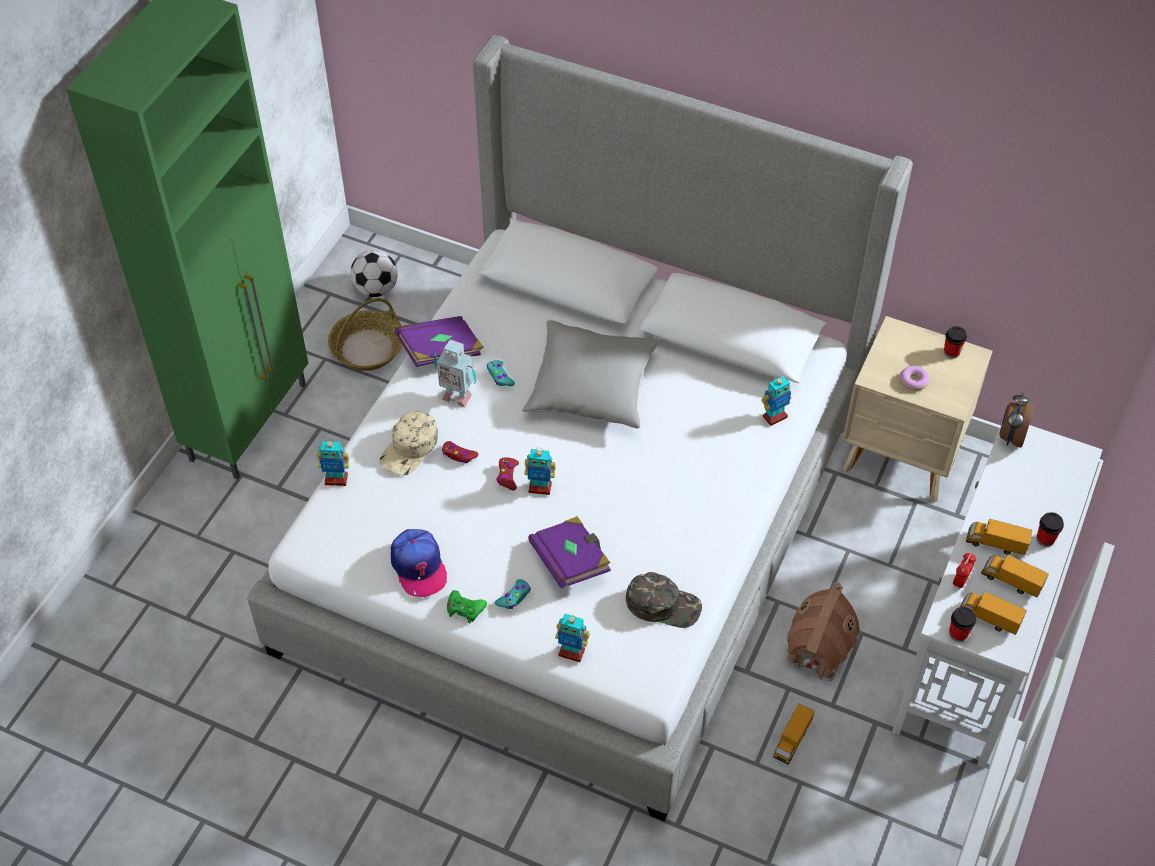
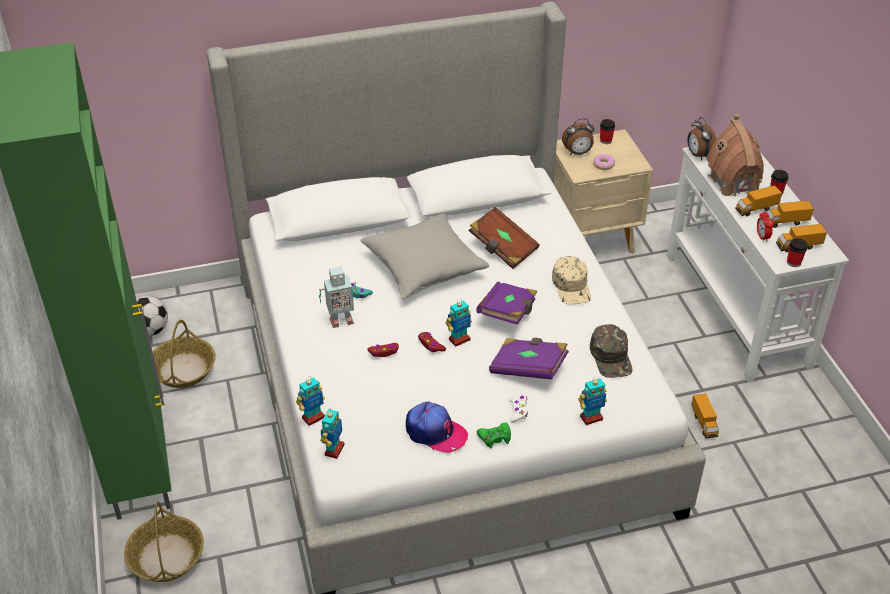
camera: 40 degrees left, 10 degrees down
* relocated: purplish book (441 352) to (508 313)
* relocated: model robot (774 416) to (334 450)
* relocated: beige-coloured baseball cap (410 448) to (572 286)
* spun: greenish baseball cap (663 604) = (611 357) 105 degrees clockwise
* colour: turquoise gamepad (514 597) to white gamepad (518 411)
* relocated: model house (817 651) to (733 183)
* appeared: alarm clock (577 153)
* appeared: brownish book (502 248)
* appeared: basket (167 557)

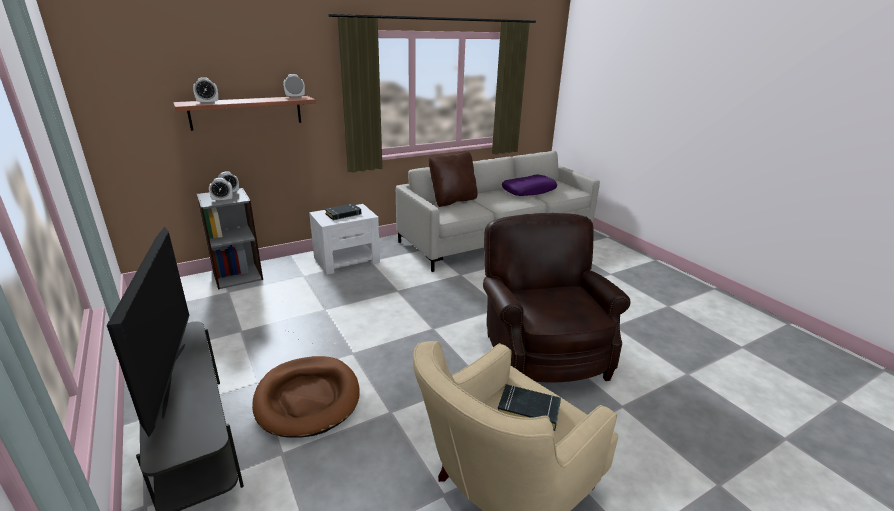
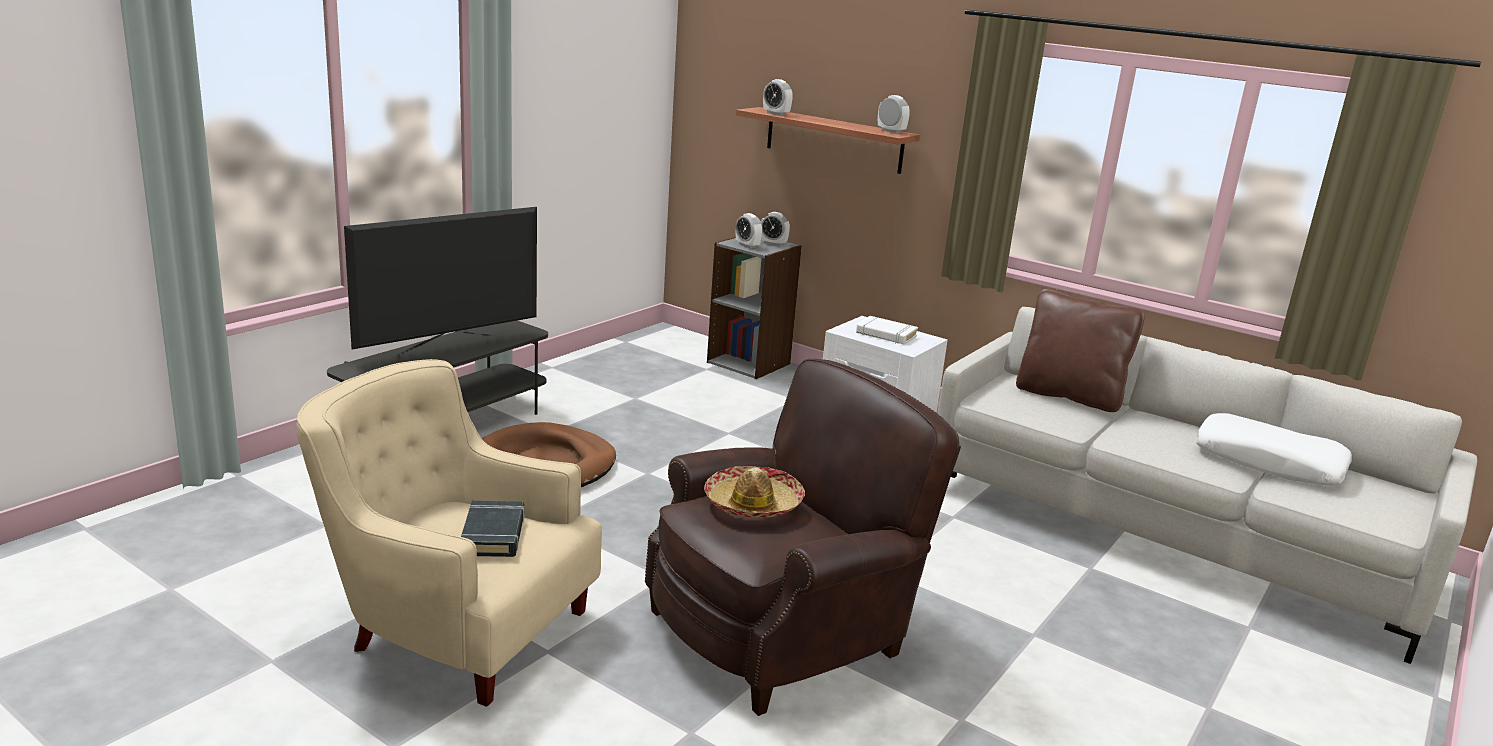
camera: 65 degrees right, 5 degrees down
* colour: purplish throw pillow (528 191) to white throw pillow (1268 462)
* colour: black book (343 214) to white book (886 335)
* appeared: hat (753 504)

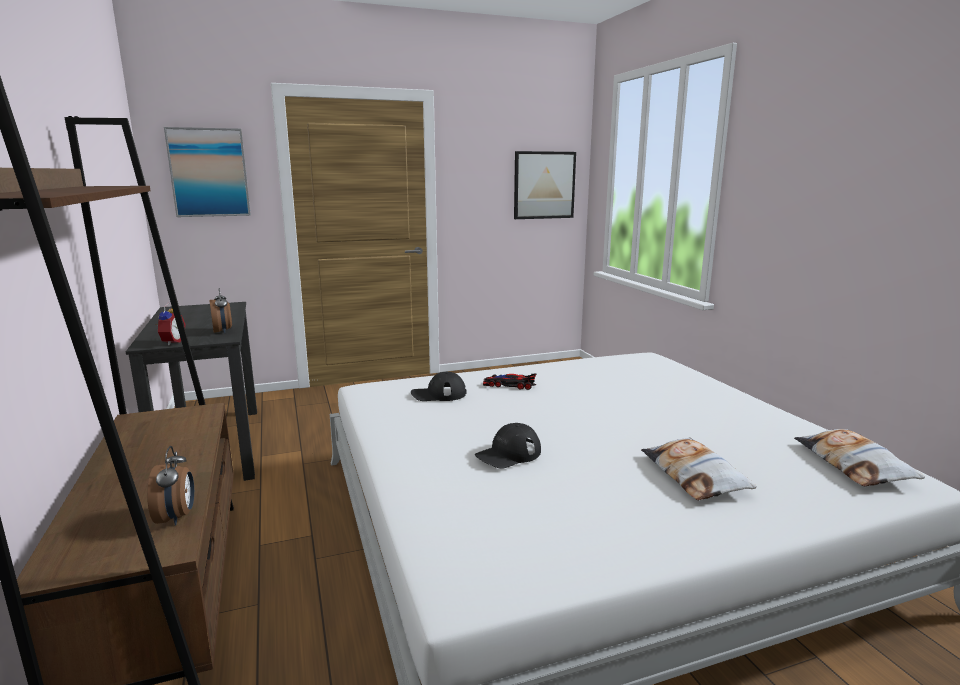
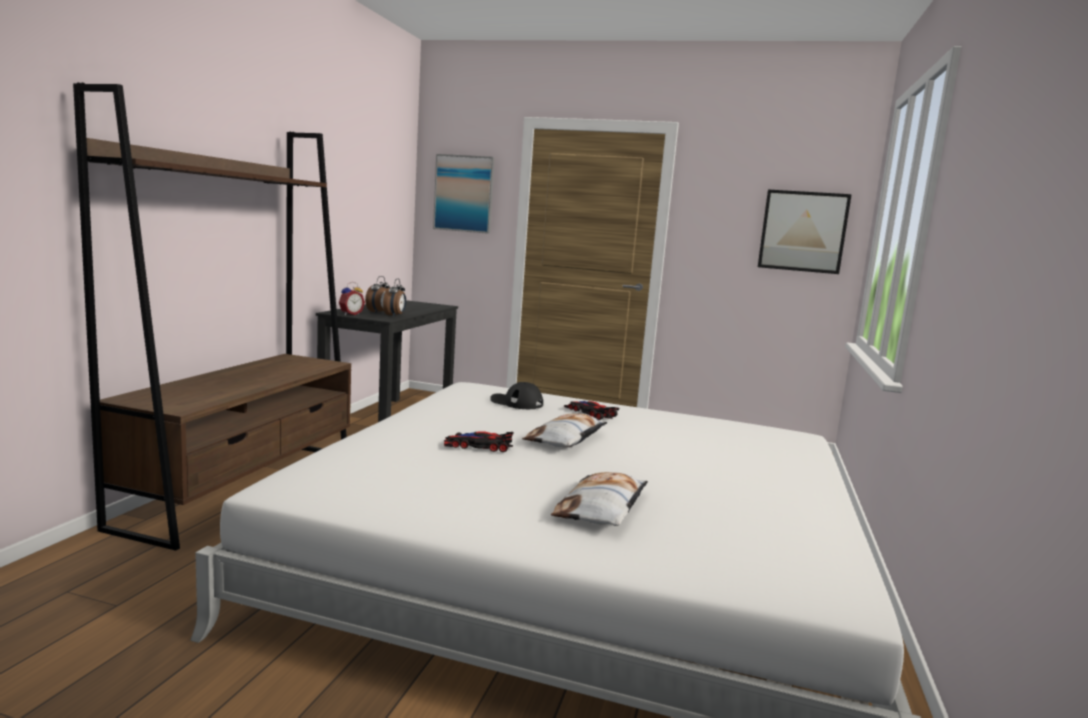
camera: 35 degrees right, 5 degrees down
* exchanged: black baseball cap (508 454) to model car (478 445)
* relocated: throw pillow (853 464) to (566 439)
* relocated: alarm clock (177 517) to (379 312)

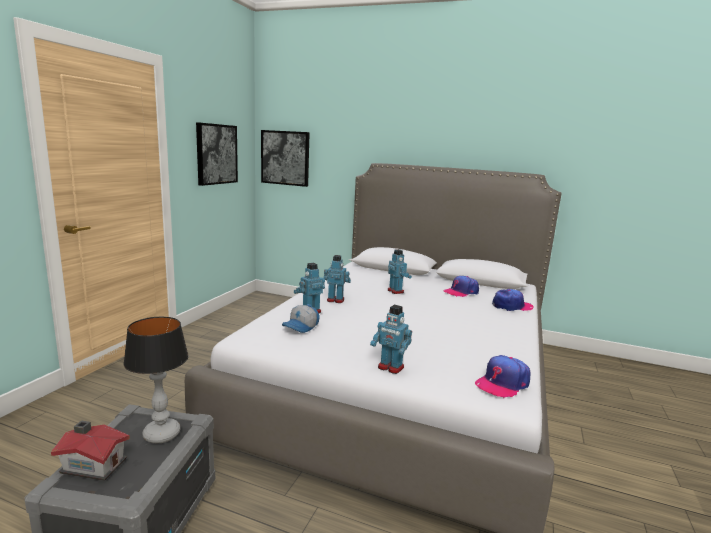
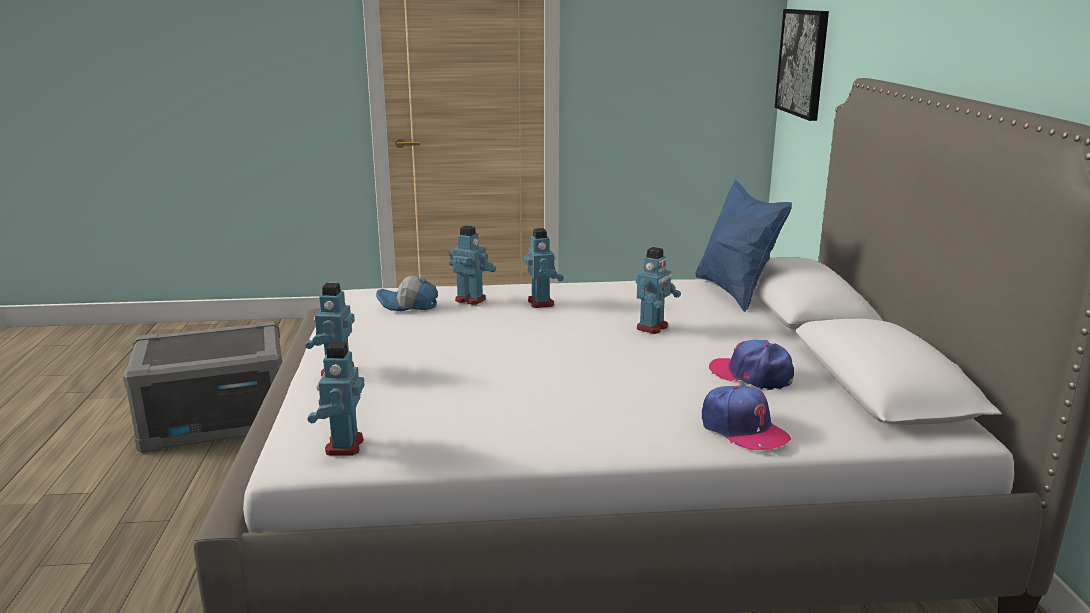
camera: 65 degrees right, 5 degrees up
* missing: wall picture (216 154)
* missing: tabletop lamp (161 433)
* exchanged: baseball cap (502 383) to model robot (343 446)
* missing: model house (93 464)
* appeared: blue throw pillow (735 292)

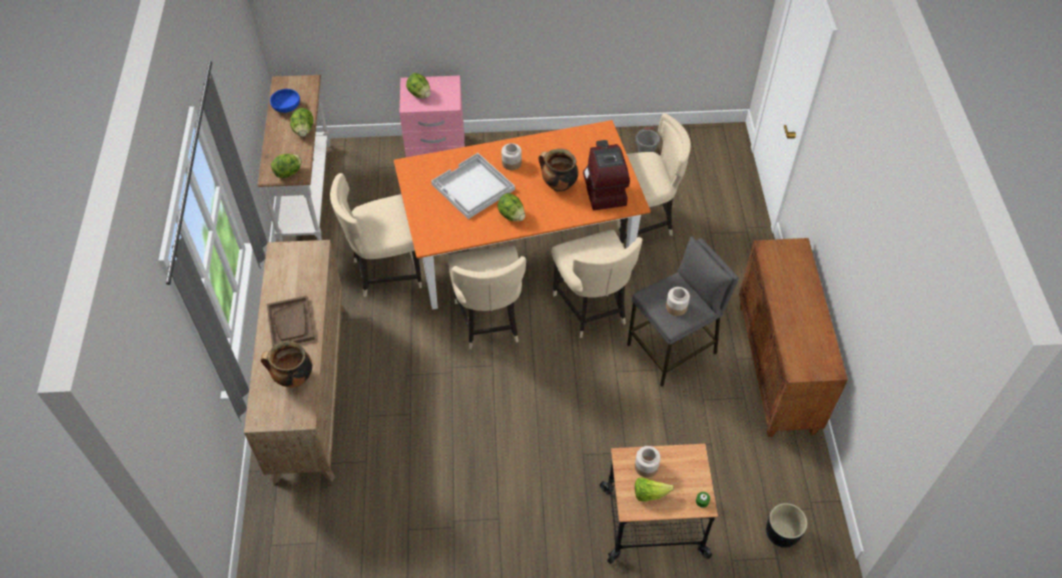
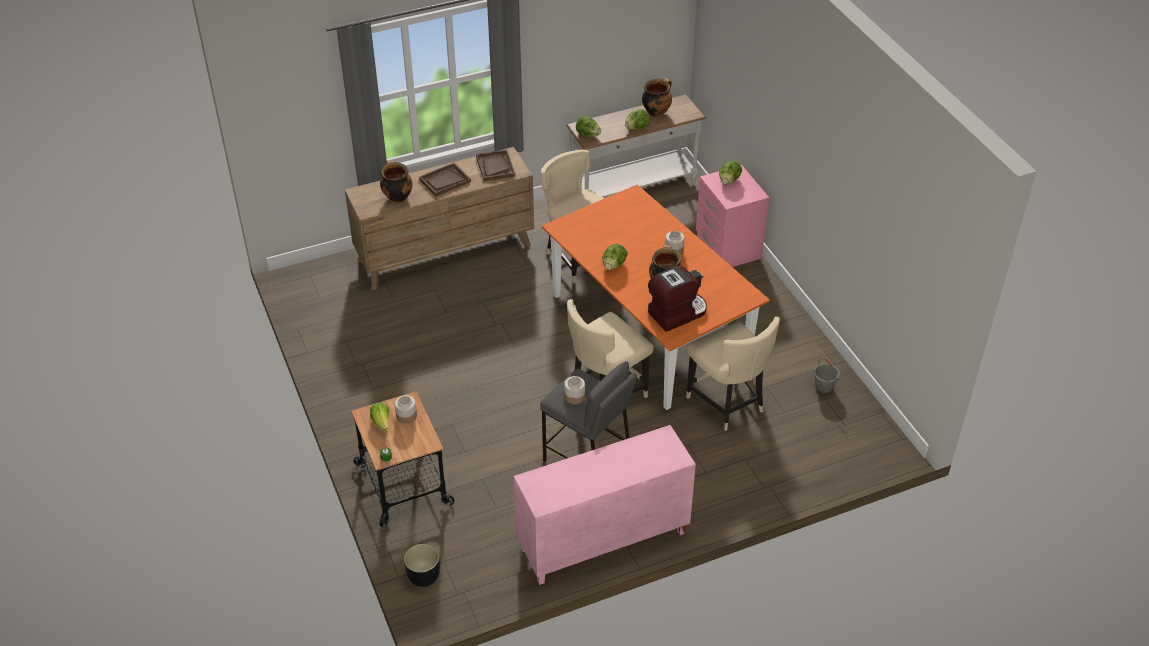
camera: 70 degrees right, 10 degrees down
* exchanged: blue serving bowl (286 107) to saucepot (656 112)
* missing: white tray (473 187)
* colour: brownish cabinet (777 368) to pink-coloured cabinet (602 542)
* missing: beige-coloured plain chair (489 322)
* appeared: brownish tray (495 166)

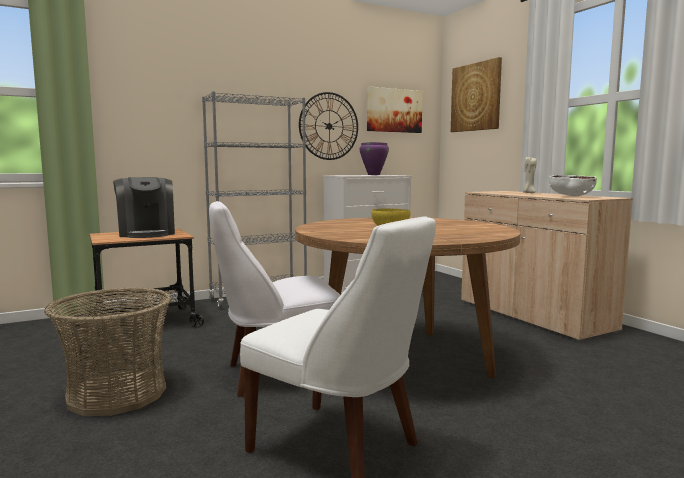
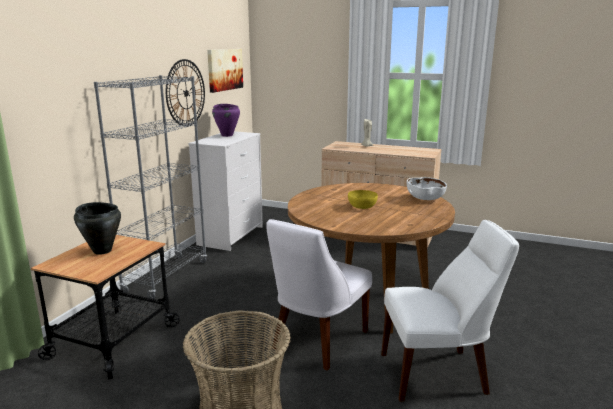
camera: 40 degrees left, 10 degrees up
* missing: wall picture (476 97)
* relocated: white serving bowl (571 196) to (425 199)
* exchanged: coffee machine (146 233) to black saucepot (102 251)

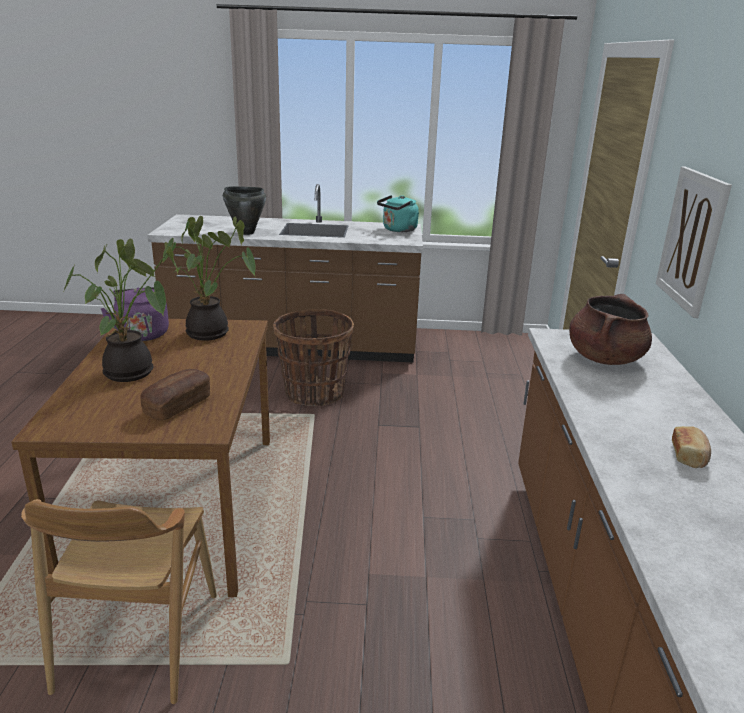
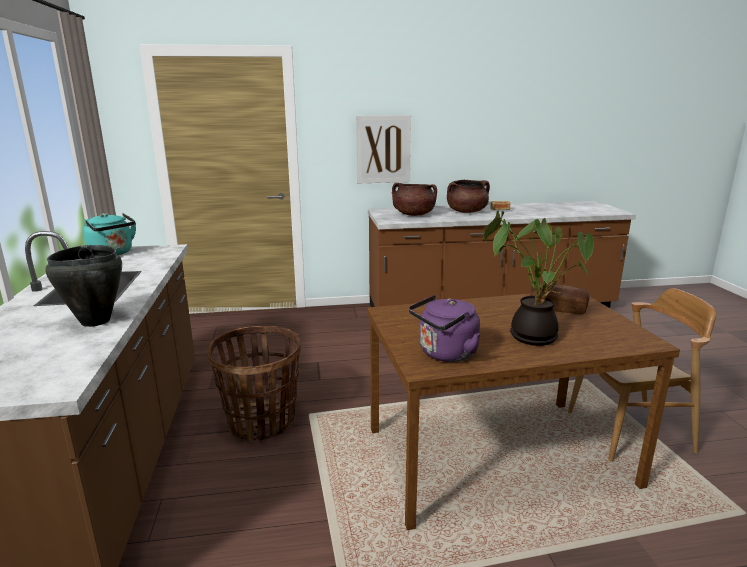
camera: 100 degrees left, 5 degrees down
* missing: plant in a pot (211 334)
* appeared: brownish saucepot (466 212)

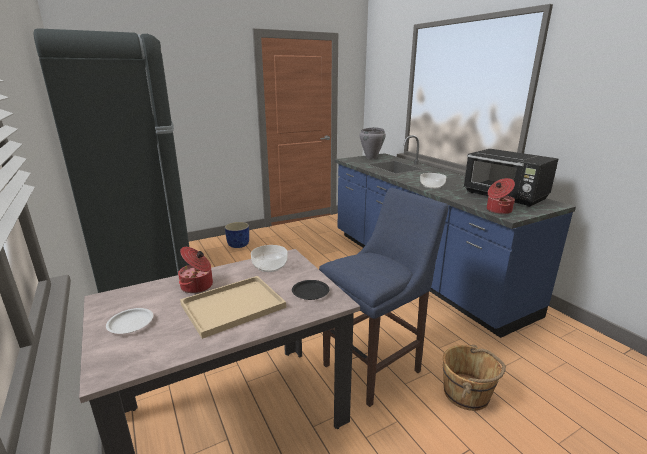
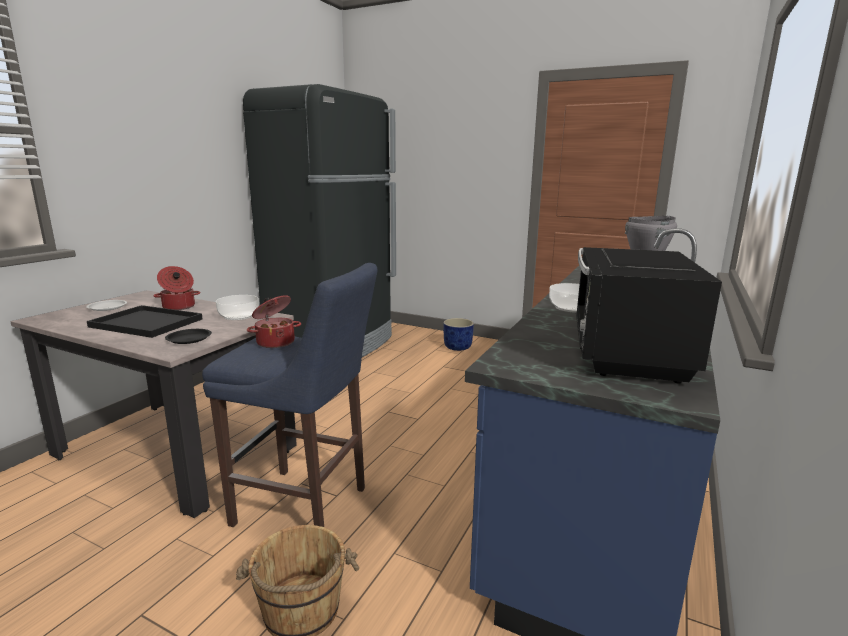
camera: 55 degrees right, 5 degrees down
* relocated: saucepot (498 210) to (275 342)
* colour: beige-coloured tray (231 307) to black tray (144 323)

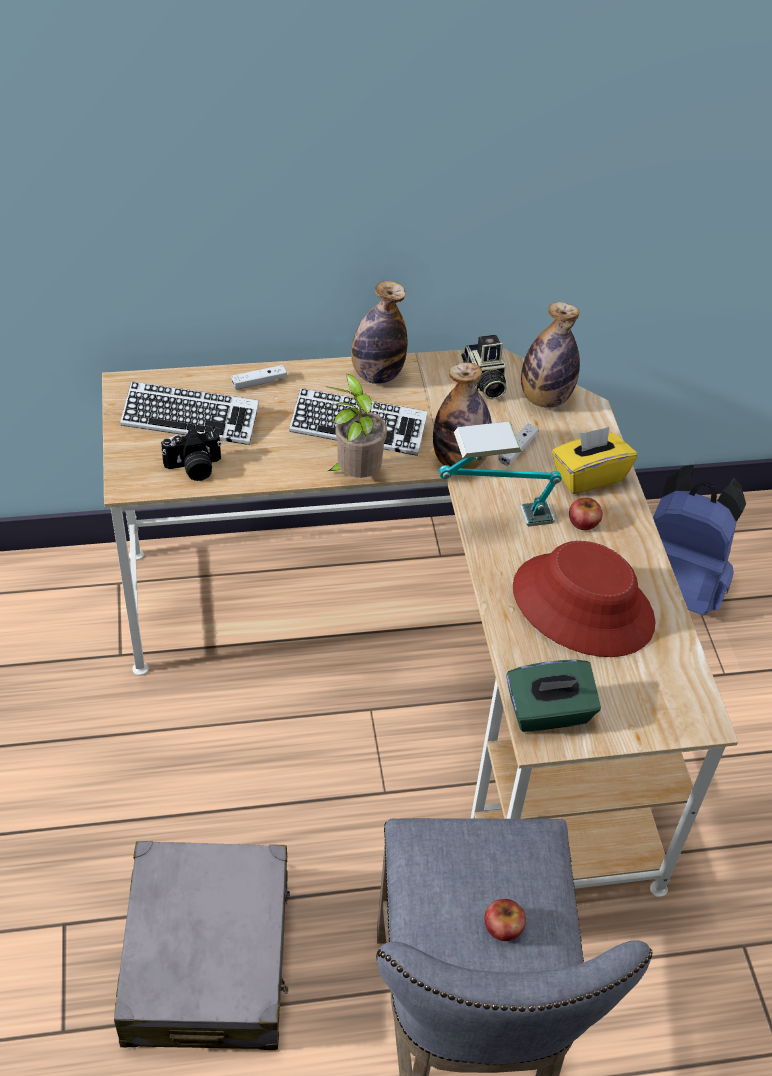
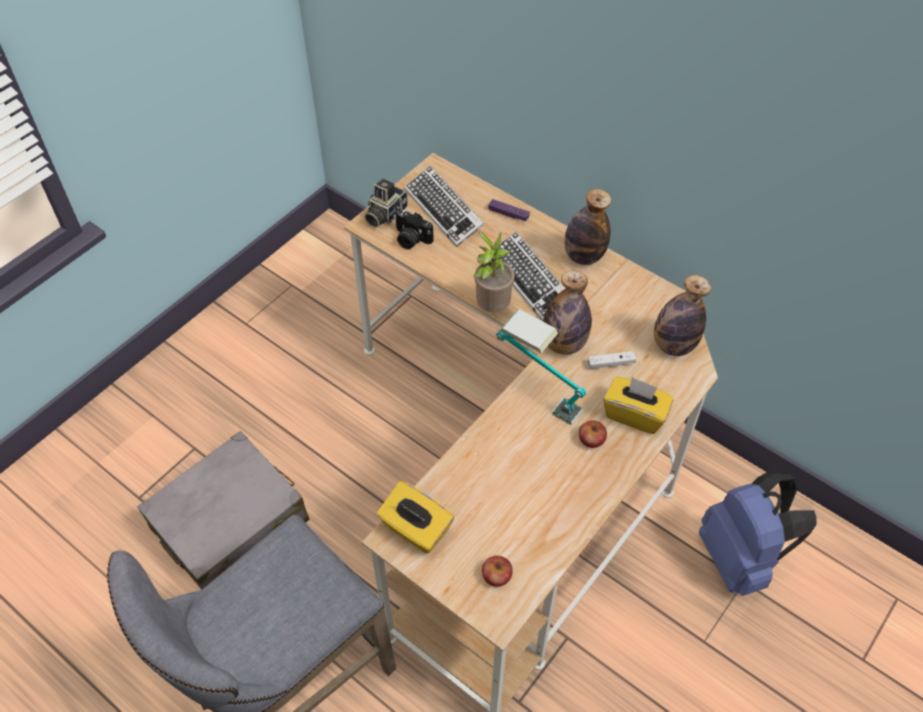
camera: 50 degrees right, 5 degrees up
* relocated: still camera (483 382) to (384 214)
* colour: white gamepad (259 382) to purplish gamepad (508 214)
* missing: red hat (583 605)
* colour: greenish tissue holder (548 713) to yellowish tissue holder (415 529)
* relocated: whole apple (503 926) to (496 575)

